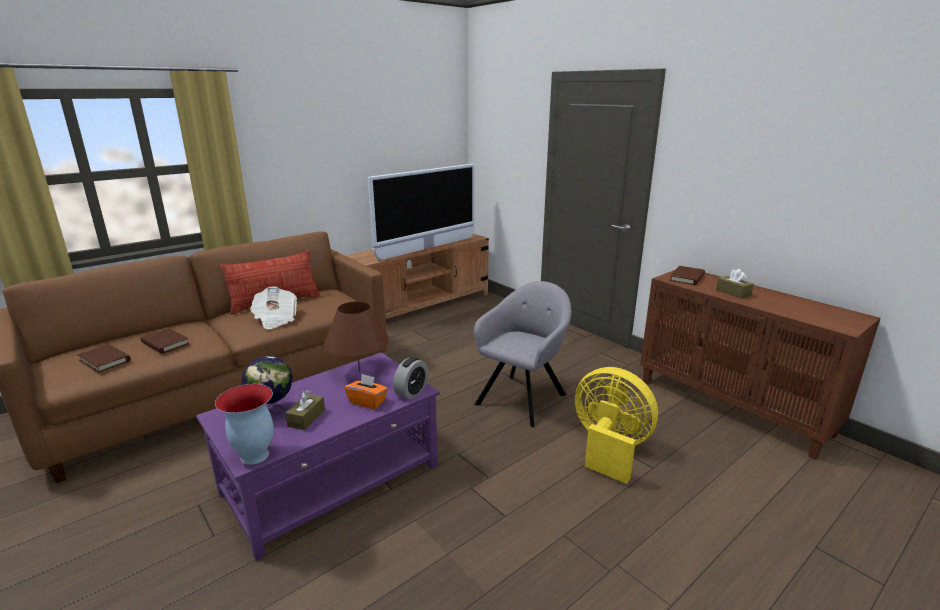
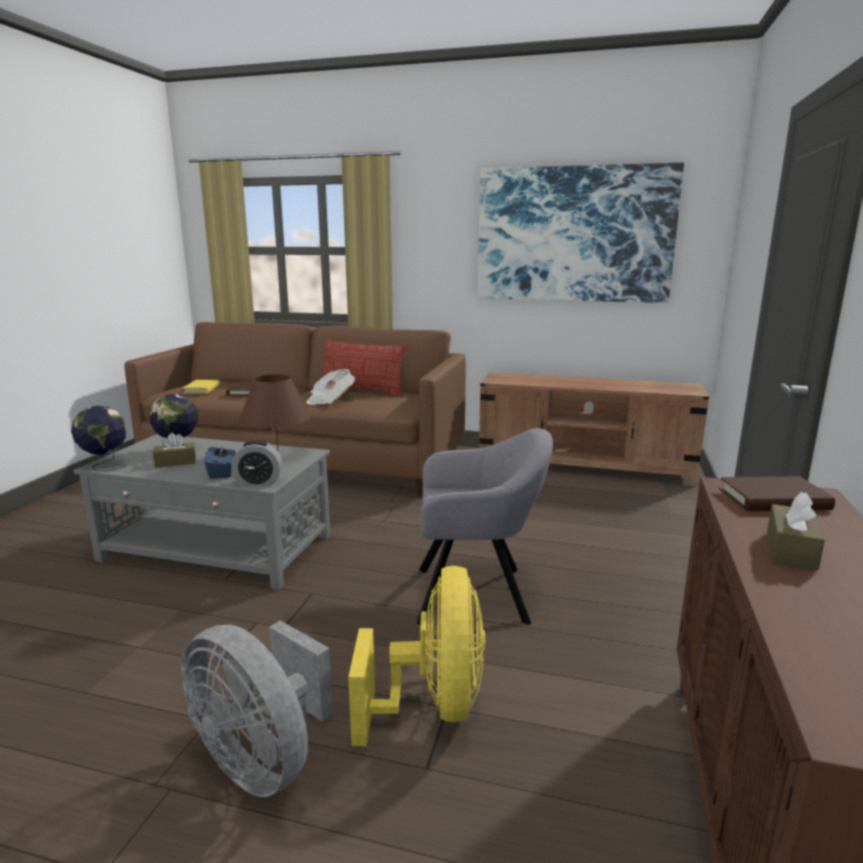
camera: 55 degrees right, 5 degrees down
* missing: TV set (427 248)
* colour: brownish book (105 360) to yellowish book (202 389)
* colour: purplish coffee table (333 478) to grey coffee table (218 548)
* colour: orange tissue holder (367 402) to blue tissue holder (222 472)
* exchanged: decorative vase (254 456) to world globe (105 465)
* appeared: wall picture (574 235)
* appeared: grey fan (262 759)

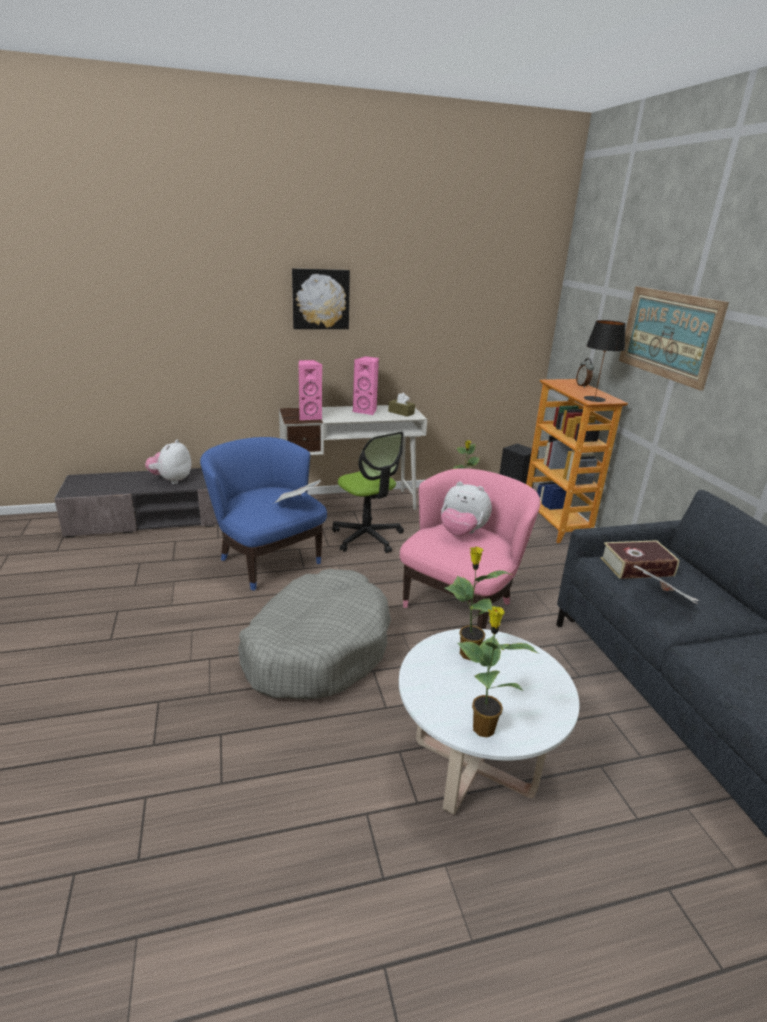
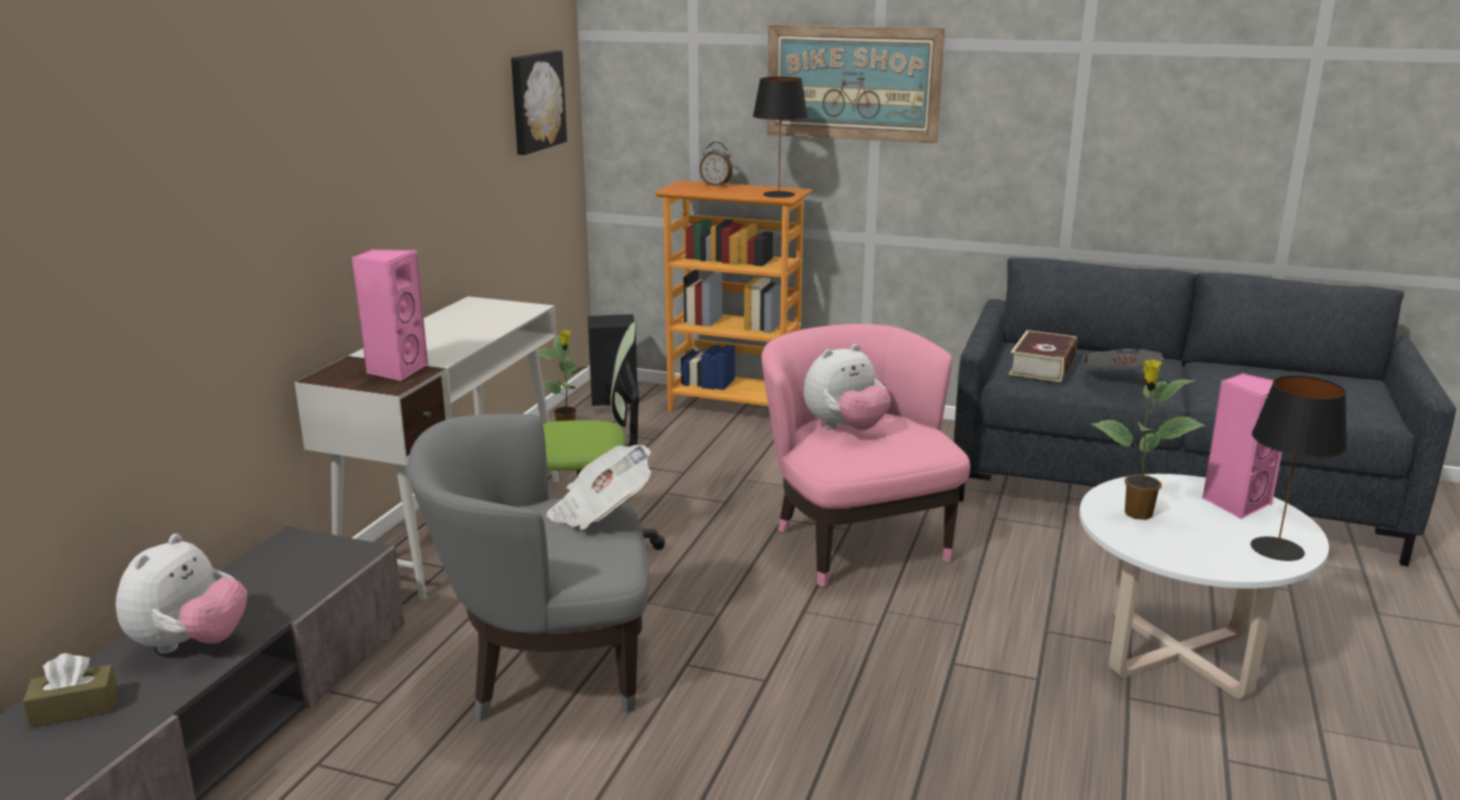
camera: 55 degrees left, 5 degrees down
* relocated: wall picture (320 299) to (535 101)
* relocated: pink-coloured speaker (366 411) to (1235 503)
* relocated: brownish tissue holder (401 412) to (75 709)
* colour: blue easy chair (267 560) to grey easy chair (545 668)
* spun: soft toy (171 480) = (190 644) 120 degrees counterclockwise
* missing: grey dog cushion (317 648)
* exchanged: plant in a pot (482 727) to black tabletop lamp (1278 549)

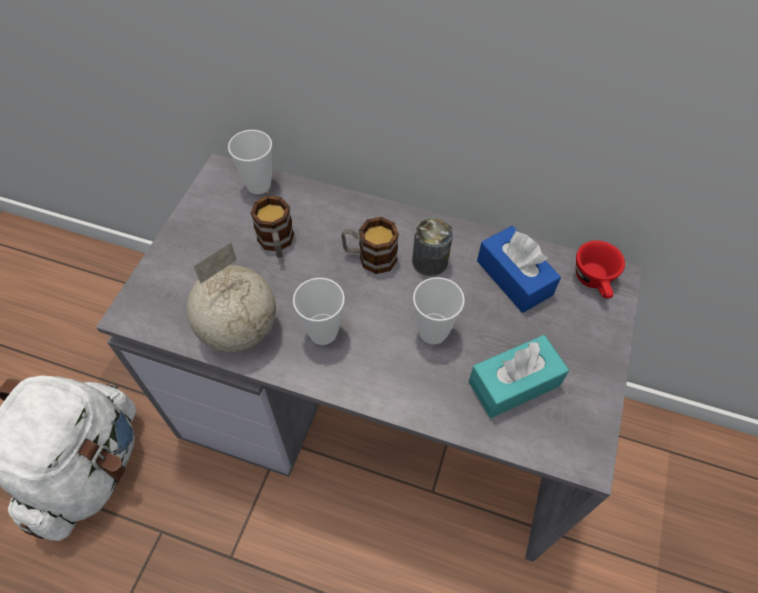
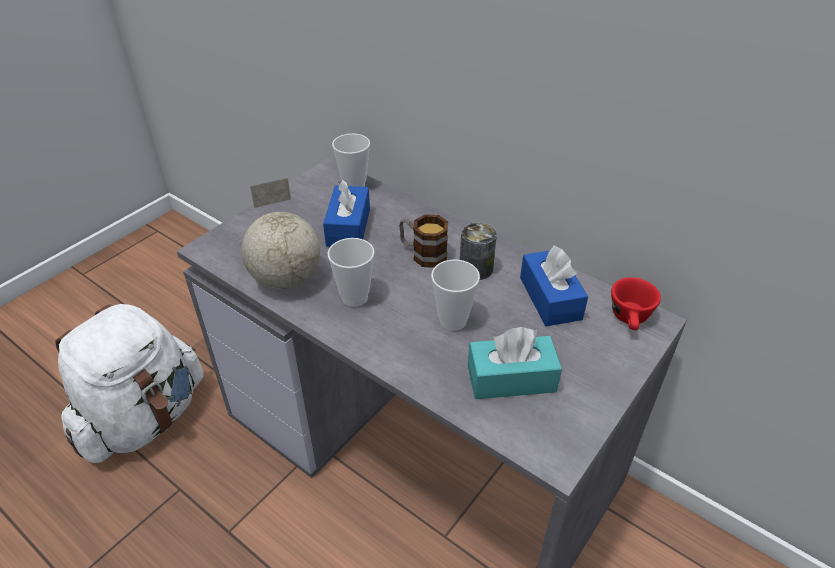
camera: 20 degrees right, 15 degrees down
* exchanged: tea mug (277 243) to blue tissue holder (348 227)

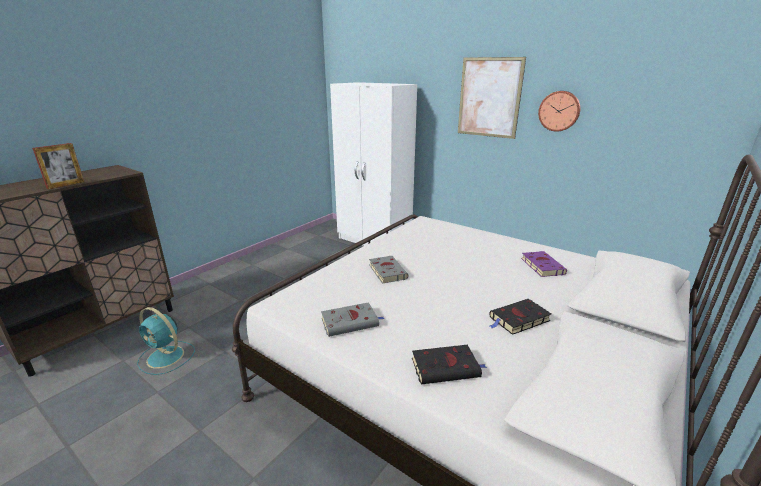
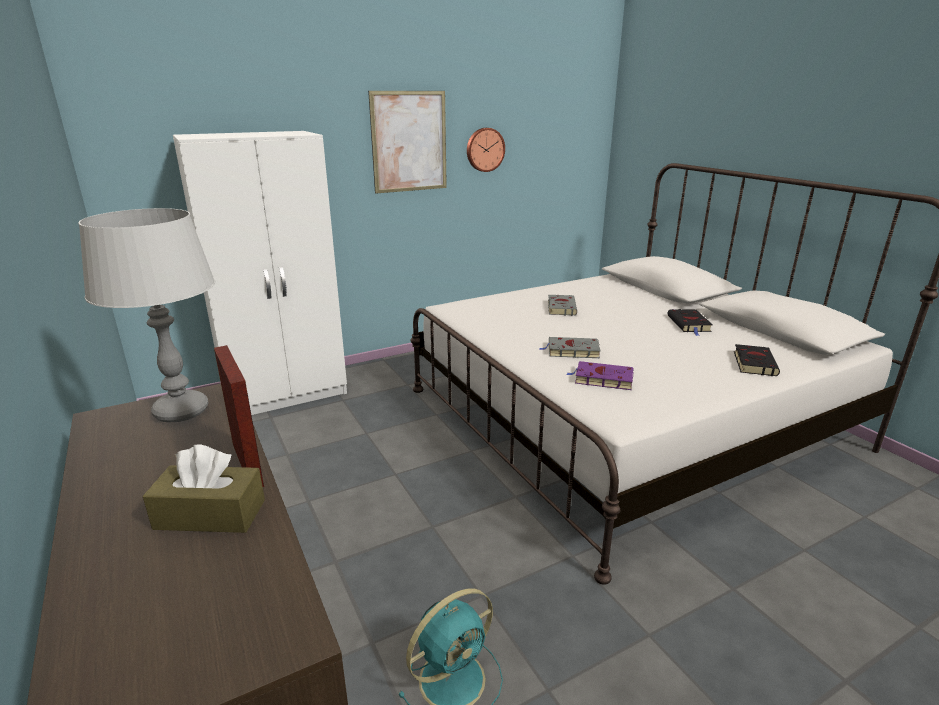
camera: 65 degrees left, 0 degrees up
* relocated: purplish book (541 266) to (601 379)
* relocated: grey book (351 322) to (561 307)
* appeared: grey tabletop lamp (181 411)
* appeared: brownish tissue holder (210 514)

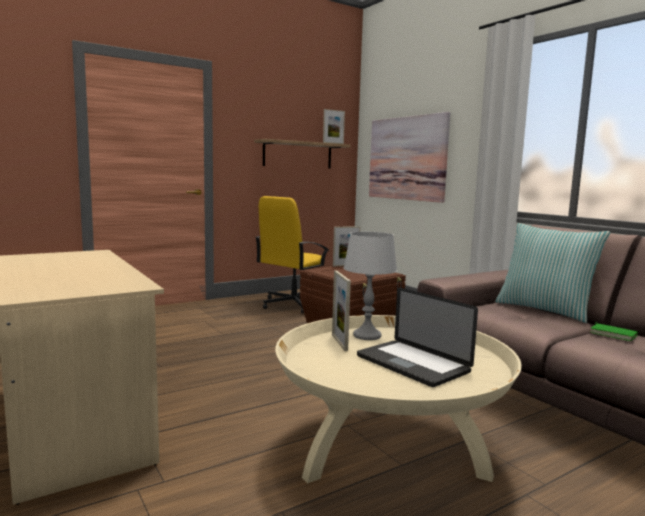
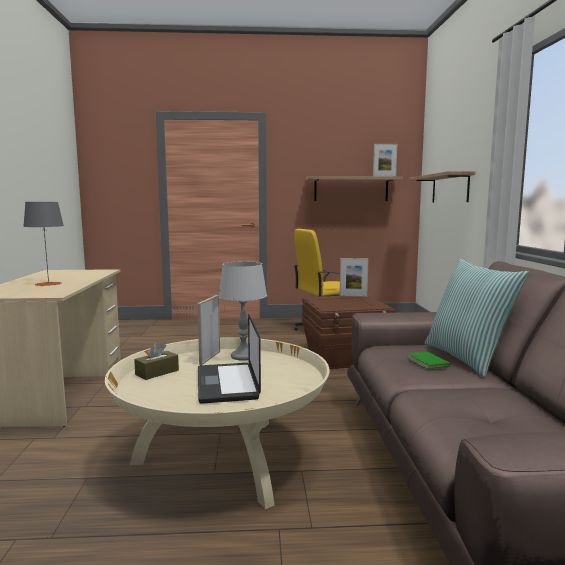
camera: 30 degrees right, 0 degrees up
* exchanged: wall picture (407 158) to wall shelf (450 188)
* relocated: greenish book (613 334) to (429 363)
* appeared: grey tabletop lamp (48 284)
* appeared: brownish tissue holder (157 372)

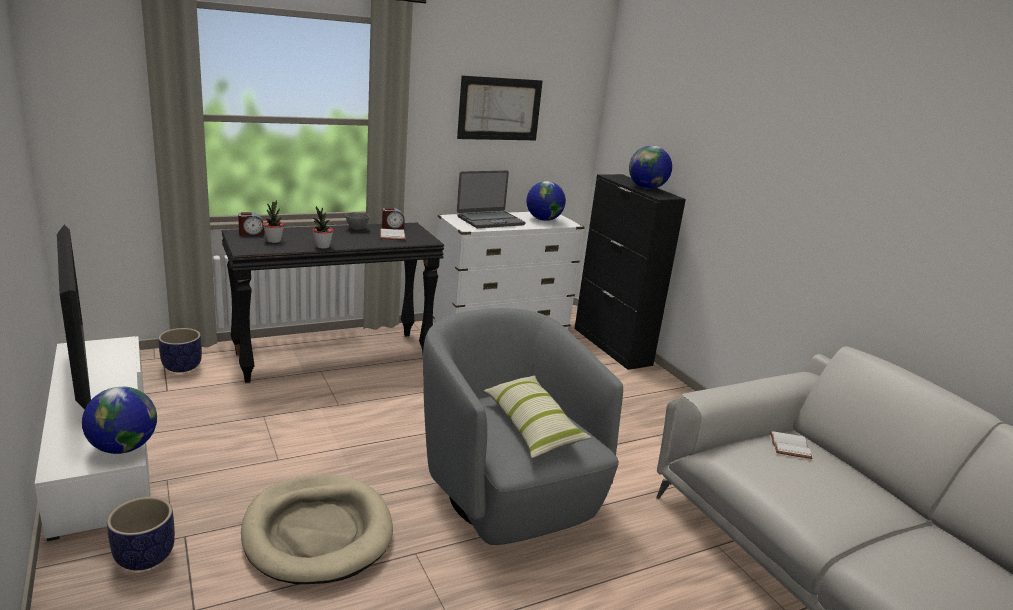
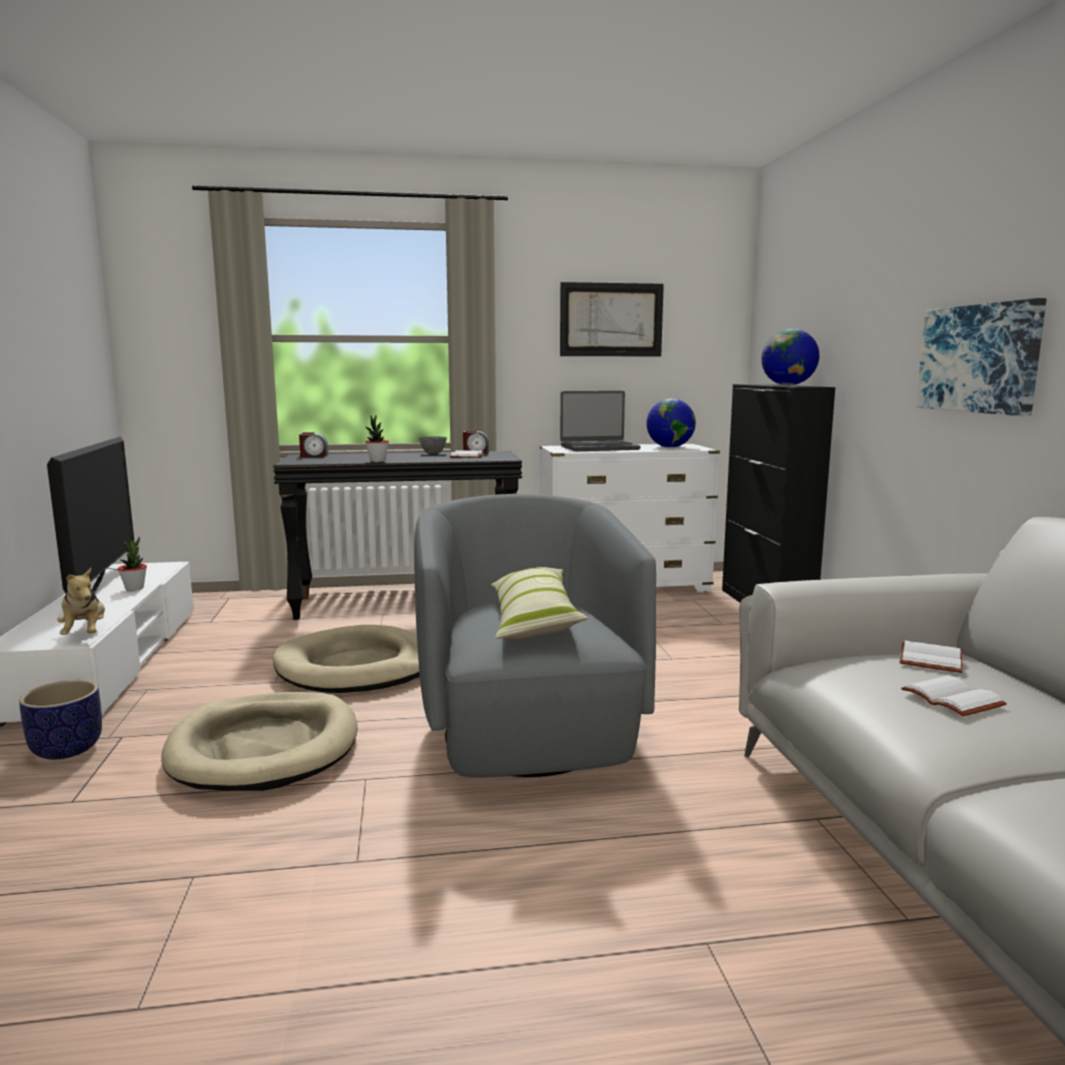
camera: 20 degrees right, 10 degrees down
* relocated: plant in a pot (273 241) to (134 588)
* missing: plant pot (181 366)
* exchanged: world globe (123 447) to soft toy (85 633)
* appeared: wall picture (979 358)
* appeared: beige-coloured dog cushion (358 667)
* appeared: white book (949 699)

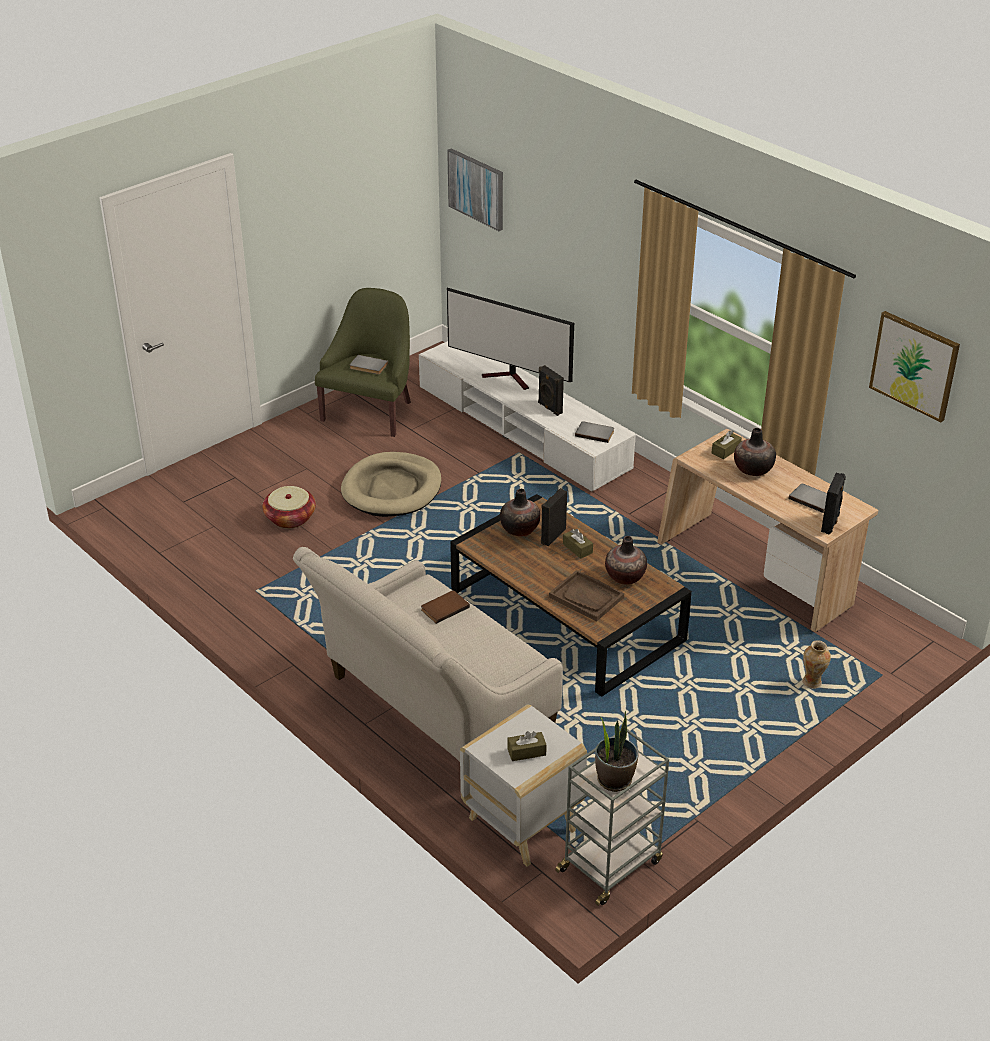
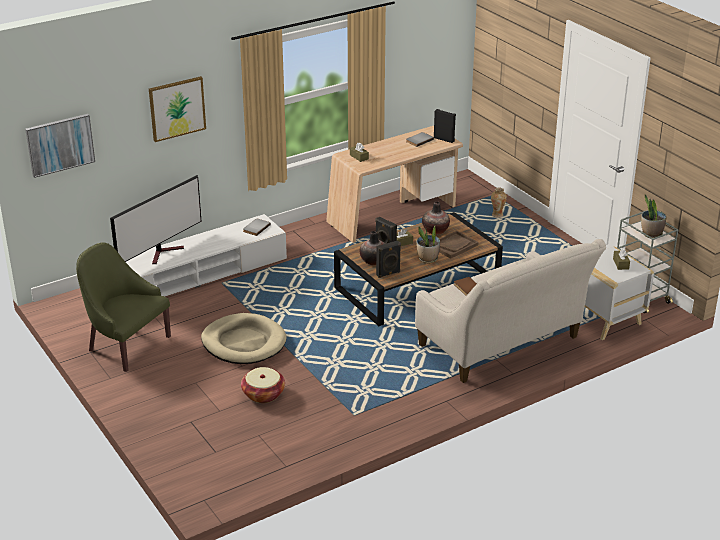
camera: 80 degrees left, 5 degrees down
* relocated: wall picture (914 365) to (177 108)
* missing: grey book (368 366)
* relocated: black speaker (549 408) to (388 274)
* missing: decorative vase (753 469)
* appeared: plant in a pot (428 259)

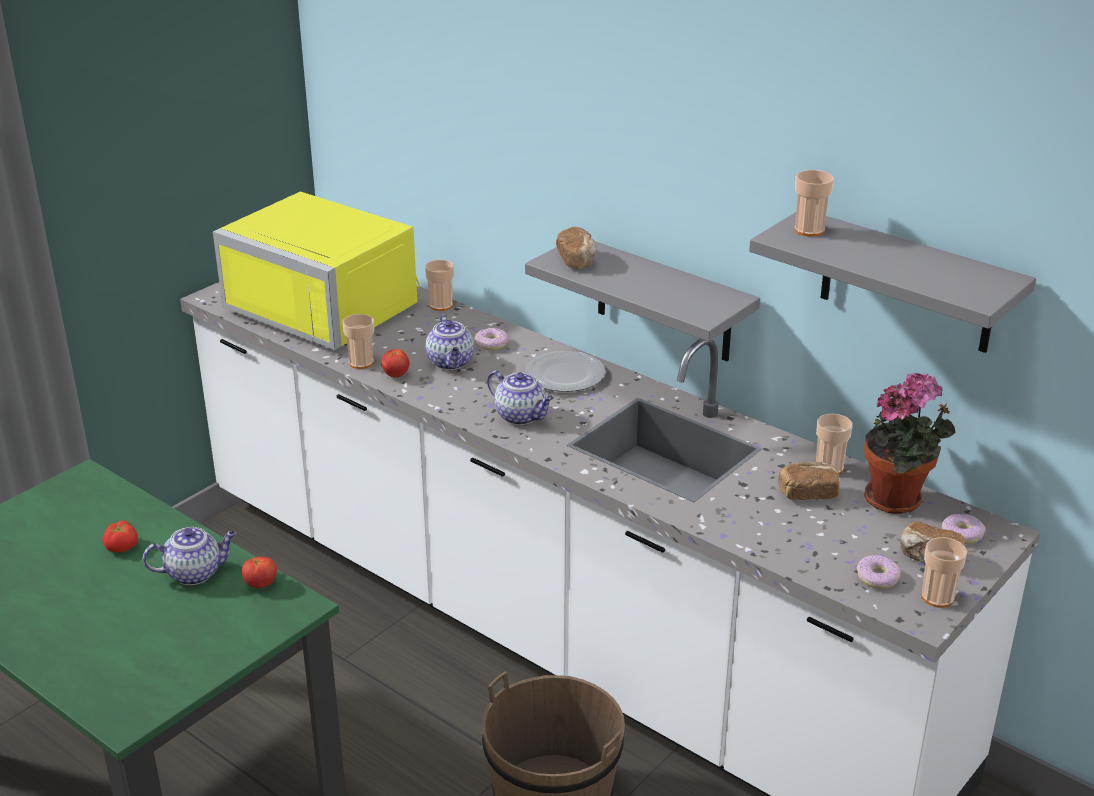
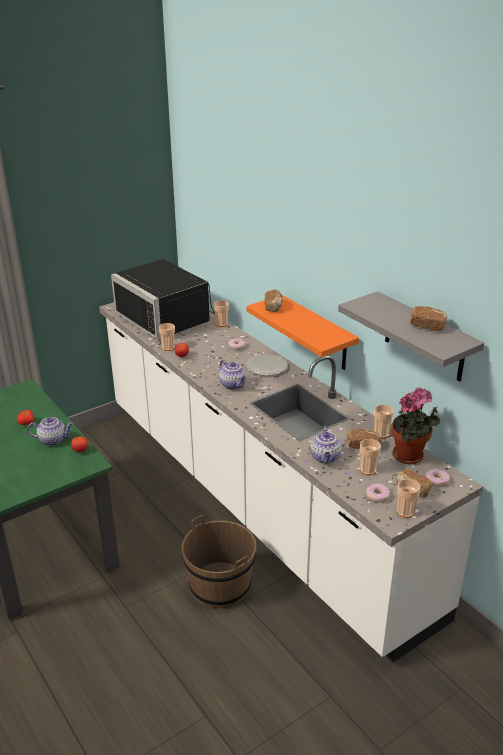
camera: 15 degrees right, 0 degrees up
* relocated: small cup (809 230) to (368 470)
* colour: yellowish microwave oven (331 305) to black microwave oven (168 317)
* colour: grey wall shelf (663 300) to orange wall shelf (317 333)
* relocated: teapot (451 363) to (326 458)
* appeared: bakery bread (427 326)

